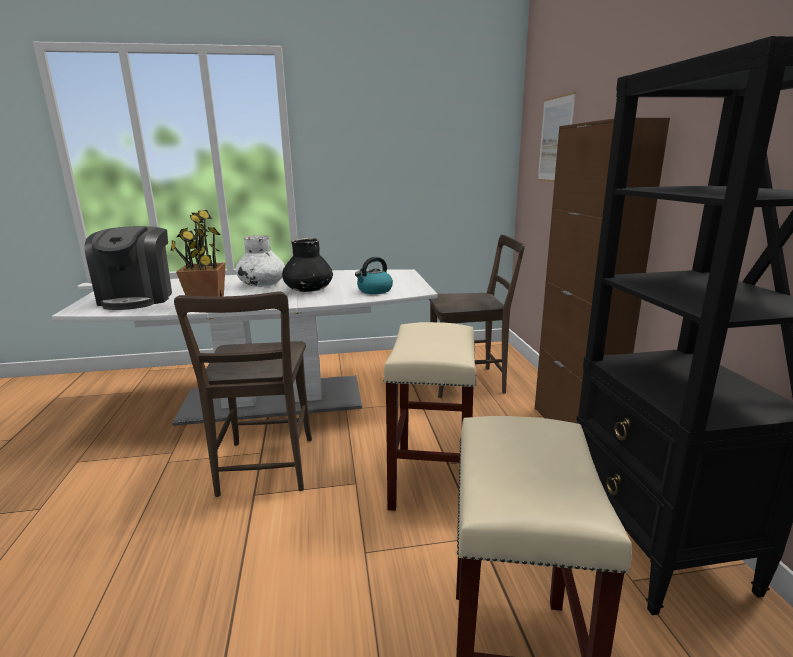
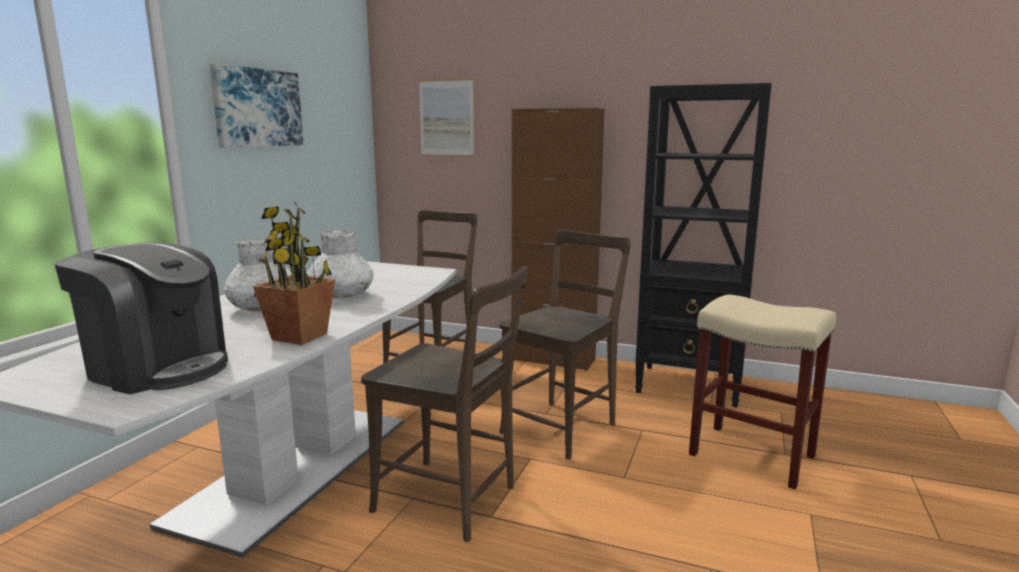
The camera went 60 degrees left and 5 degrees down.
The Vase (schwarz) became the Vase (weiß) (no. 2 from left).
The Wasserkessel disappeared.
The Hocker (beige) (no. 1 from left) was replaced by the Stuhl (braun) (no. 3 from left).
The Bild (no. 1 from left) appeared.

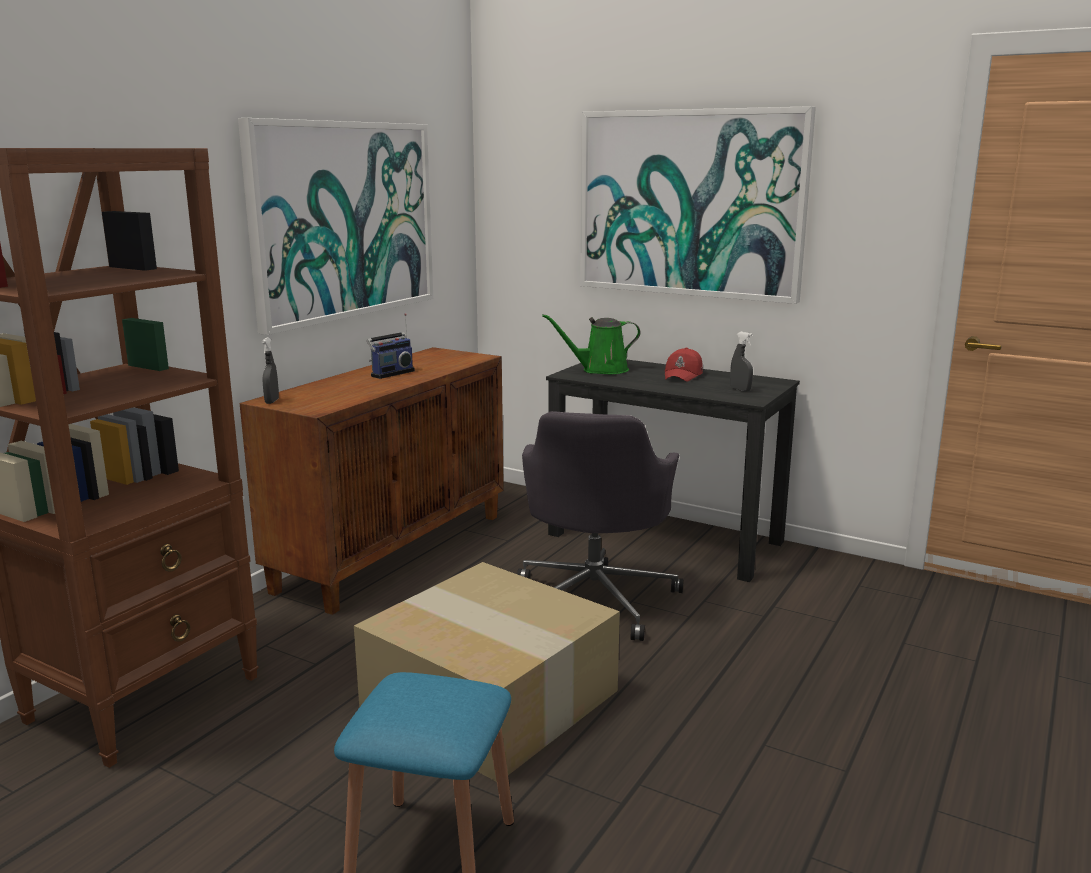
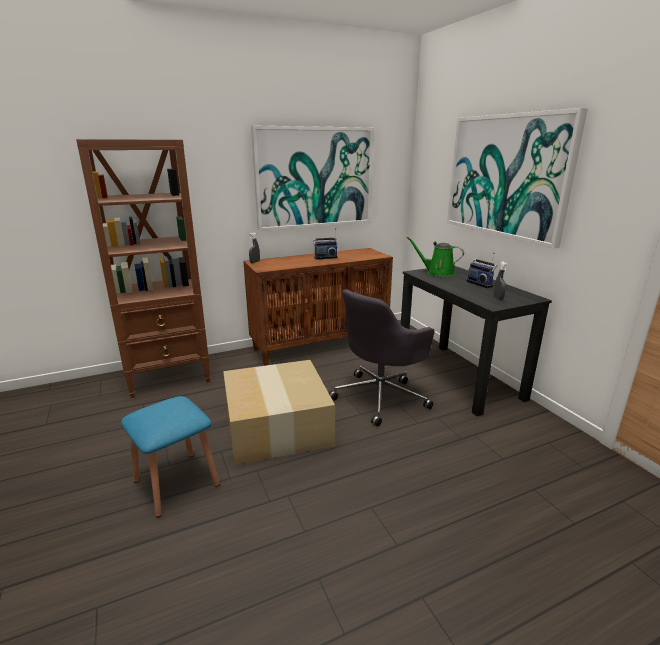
The camera went 35 degrees right and 5 degrees up.
The Kappe (rot) was replaced by the Radio (no. 2 from left).

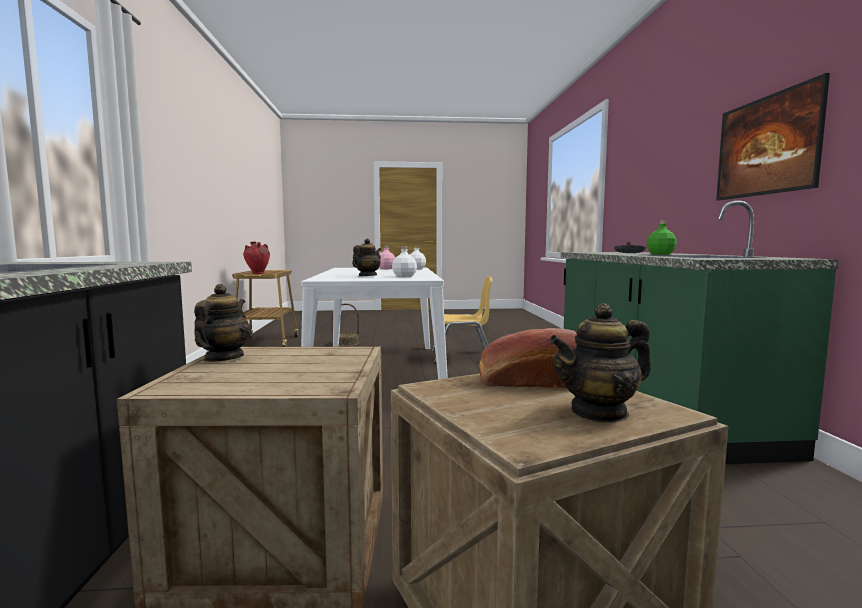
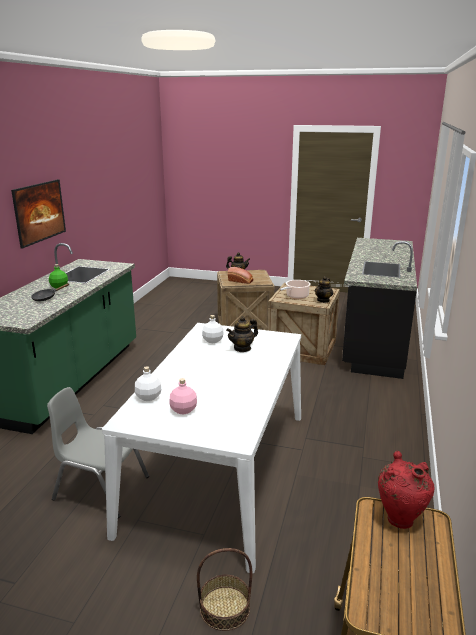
The camera went 160 degrees left and 15 degrees up.
The Stuhl (gelb) became the Stuhl (grau).
The Kochtopf appeared.

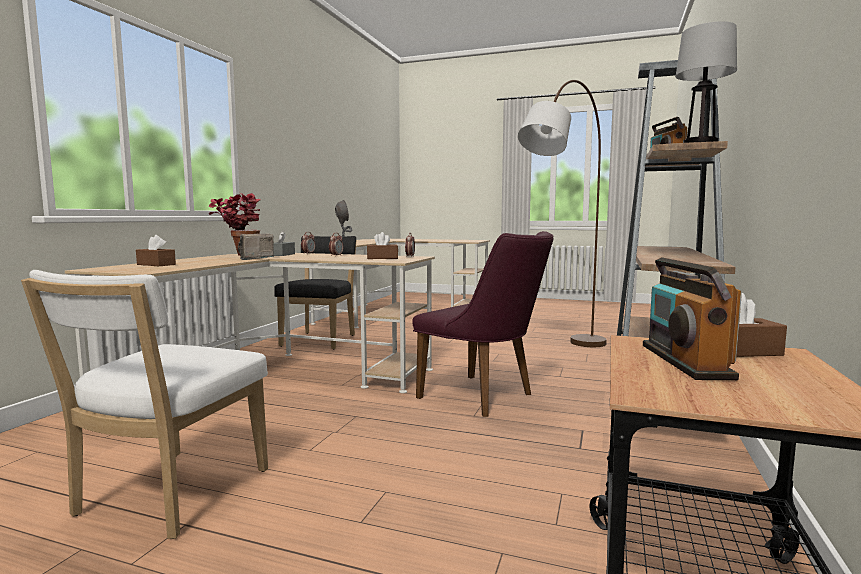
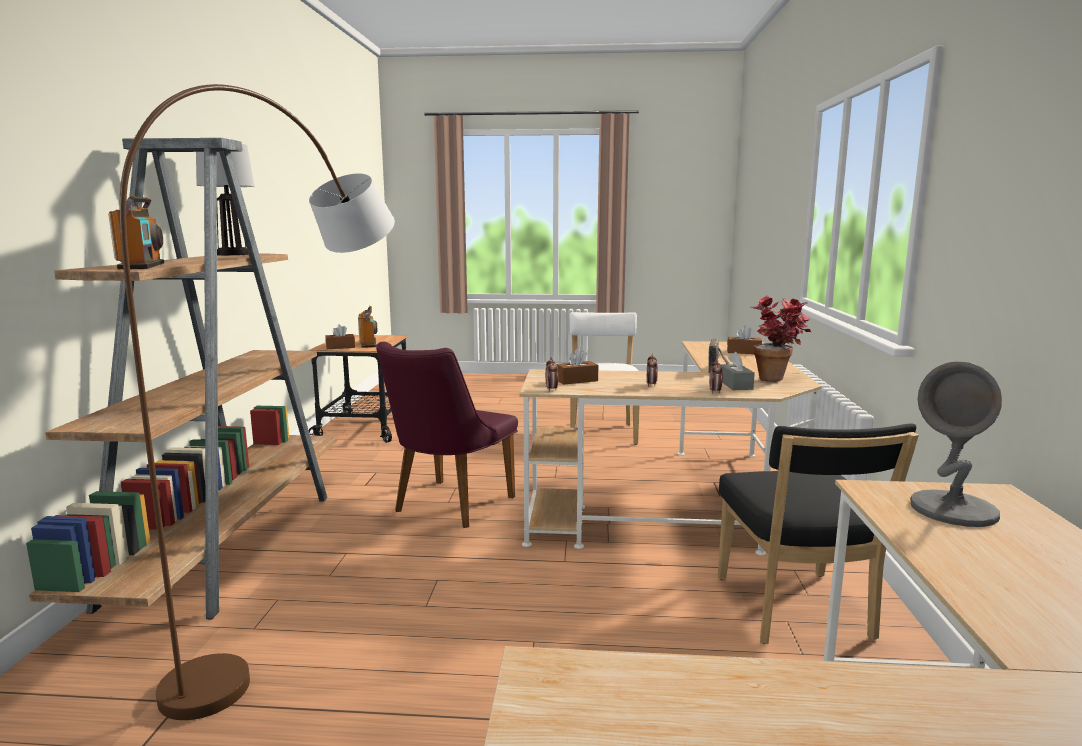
The camera went 165 degrees right and 5 degrees up.
The Stuhl (lila) turned 90 degrees counterclockwise.

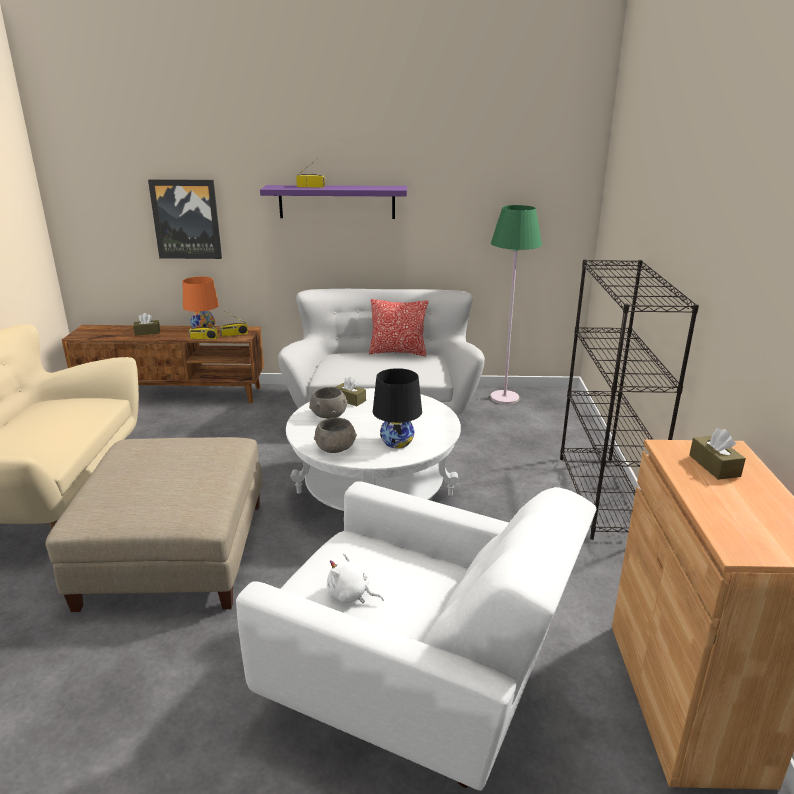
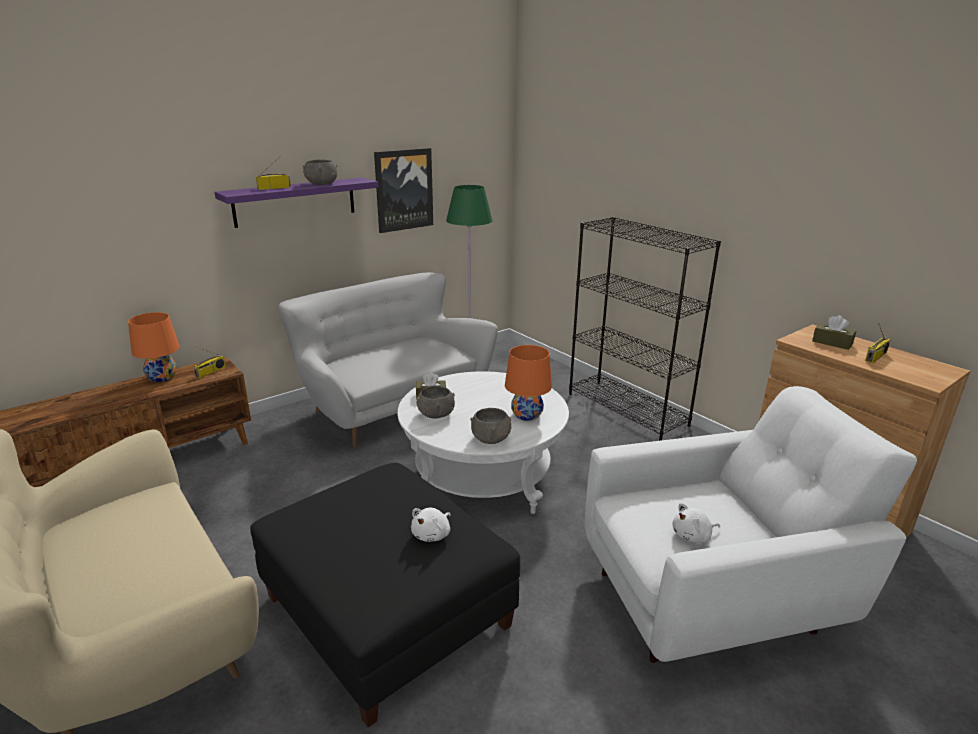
The camera went 40 degrees left and 0 degrees up.
The Bild moved.
The Kissen disappeared.
The Taschentuchbox (braun) (no. 1 from left) disappeared.
The Radio (no. 1 from left in the first image) moved.
The Tischlampe (schwarz) became the Tischlampe (orange) (no. 2 from left).
The Polsterhocker (beige) became the Polsterhocker (schwarz).
The Schüssel (grau) (no. 1 from left) appeared.
The Plüschtier (weiß) (no. 1 from left) appeared.

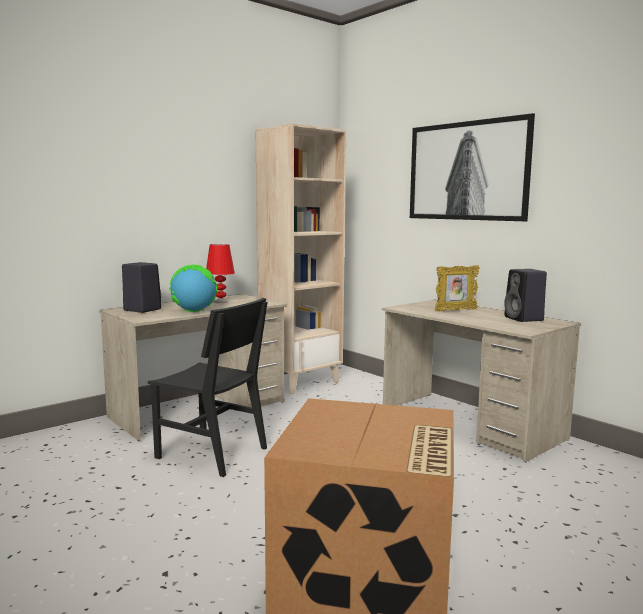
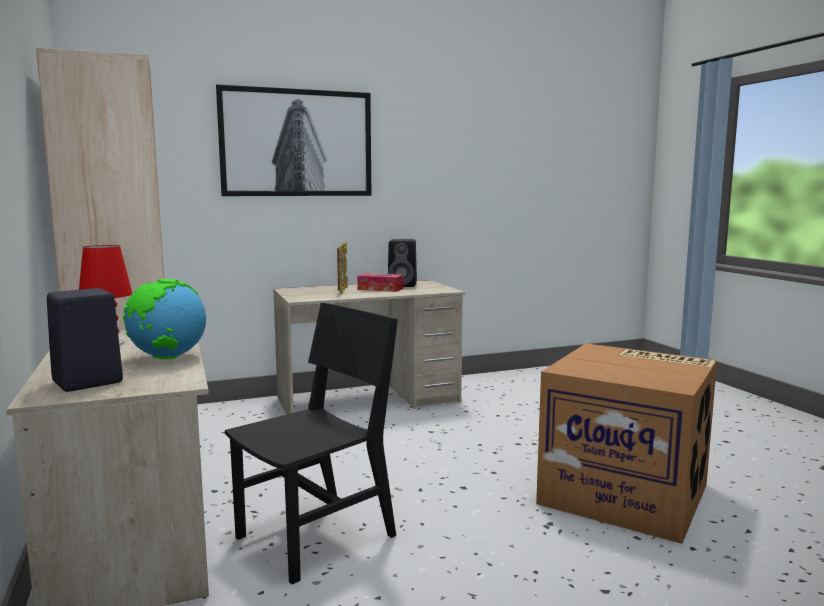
The camera went 70 degrees left and 0 degrees up.
The Taschentuchbox appeared.

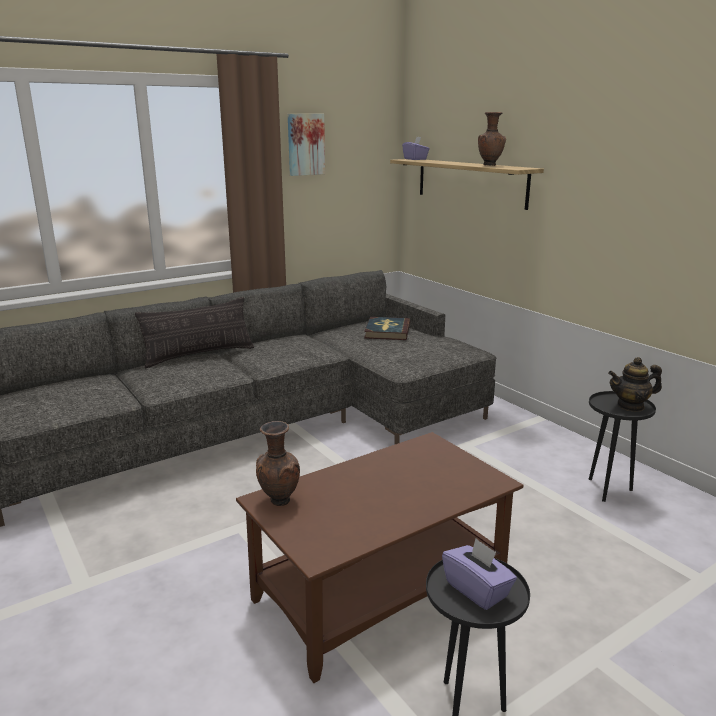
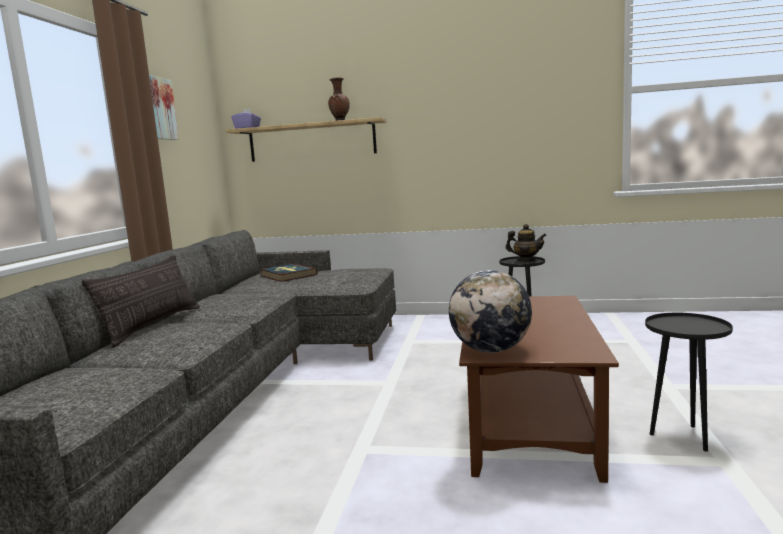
The camera went 45 degrees left and 10 degrees down.
The Teekanne turned 105 degrees counterclockwise.
The Vase (braun) (no. 1 from left) was replaced by the Globus.
The Taschentuchbox (lila) (no. 2 from left) disappeared.

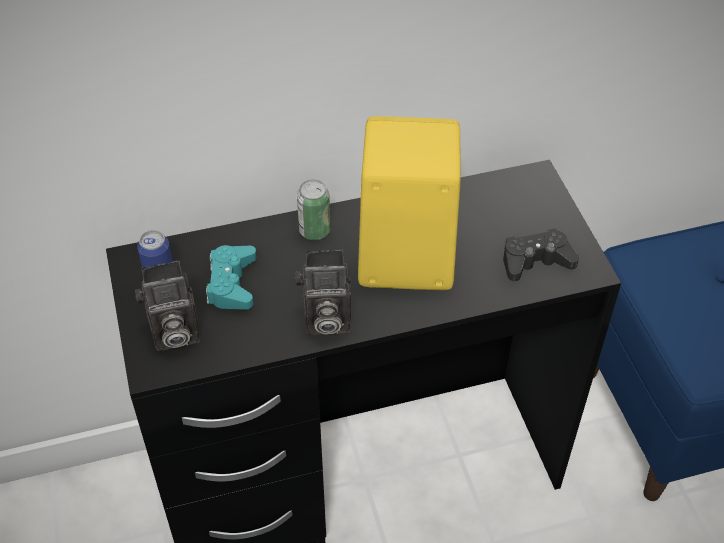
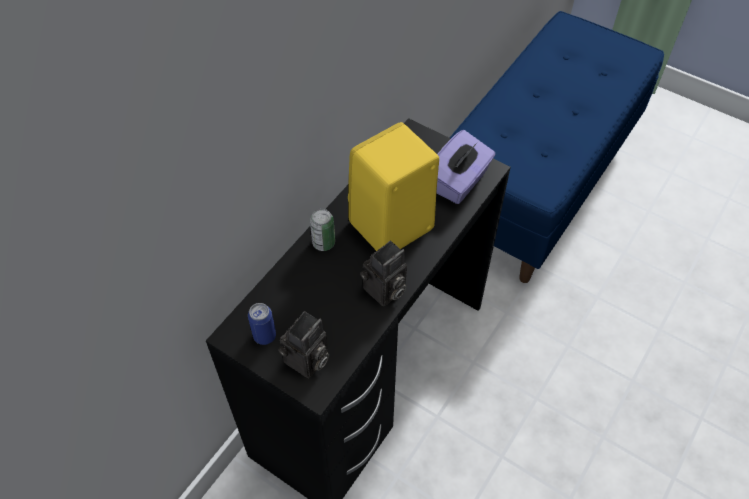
The camera went 40 degrees left and 5 degrees up.
The Gamepad (schwarz) was replaced by the Taschentuchbox (lila).
The Gamepad (türkis) disappeared.

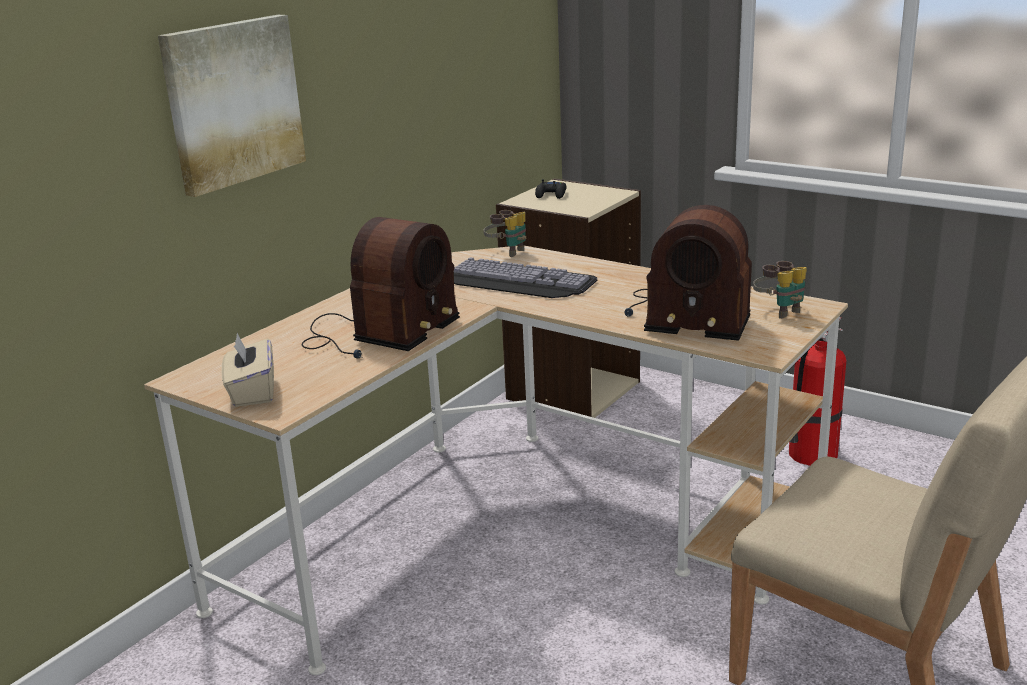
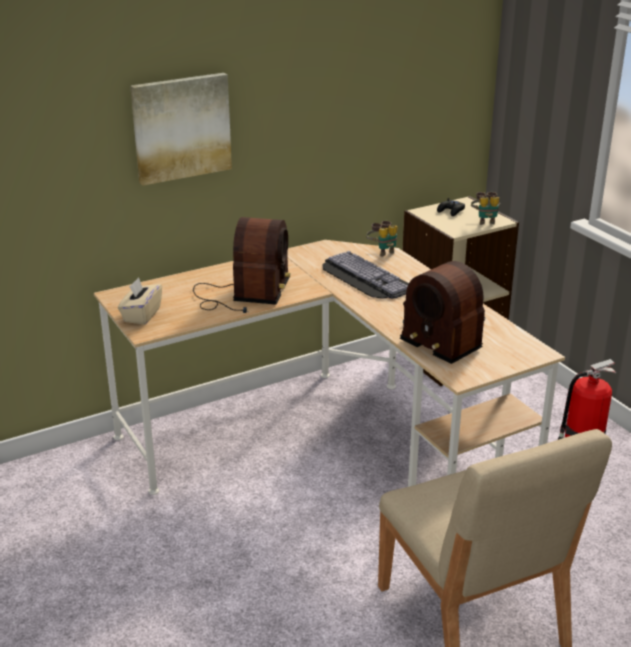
The camera went 25 degrees right and 5 degrees up.
The Radio (no. 1 from left) turned 45 degrees counterclockwise.
The Fernglas (no. 2 from left) moved.

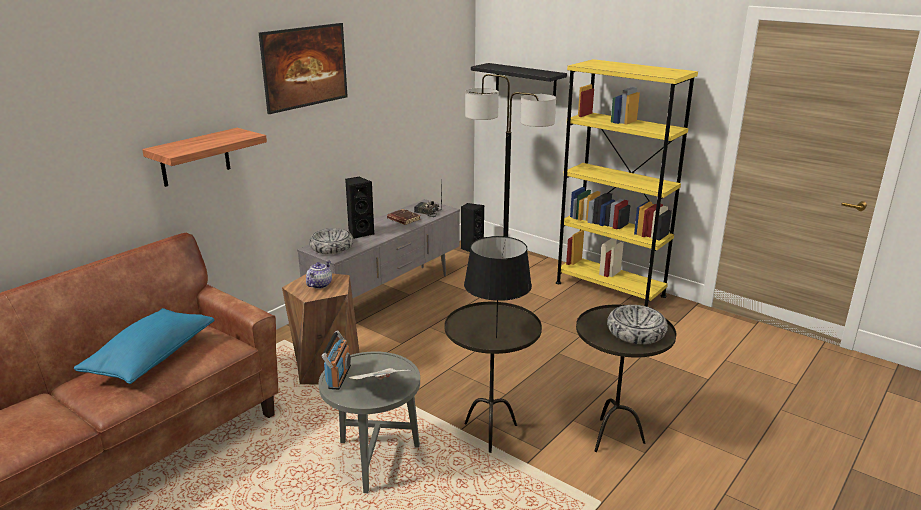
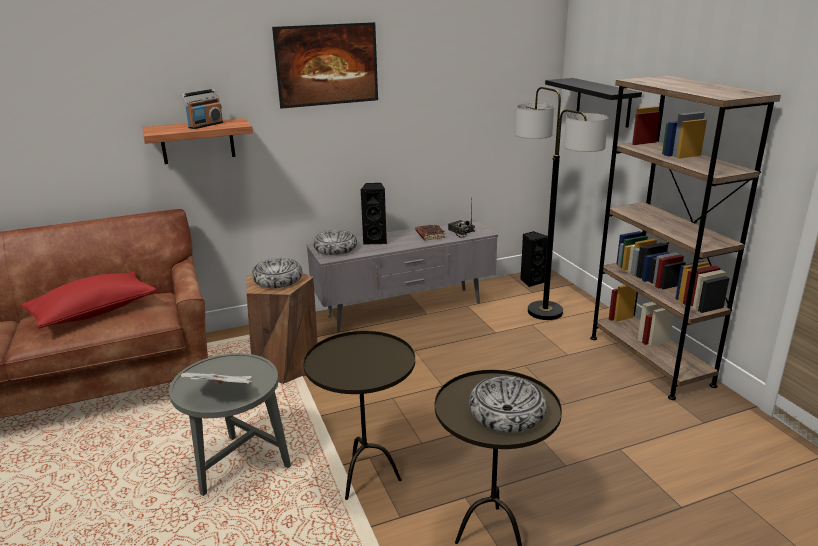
The camera went 30 degrees right and 0 degrees up.
The Bücherregal (gelb) became the Bücherregal (braun).
The Tischlampe (schwarz) disappeared.
The Teekanne was replaced by the Schüssel (no. 1 from left).
The Kissen (blau) became the Kissen (rot).
The Radio (no. 1 from left) moved.

